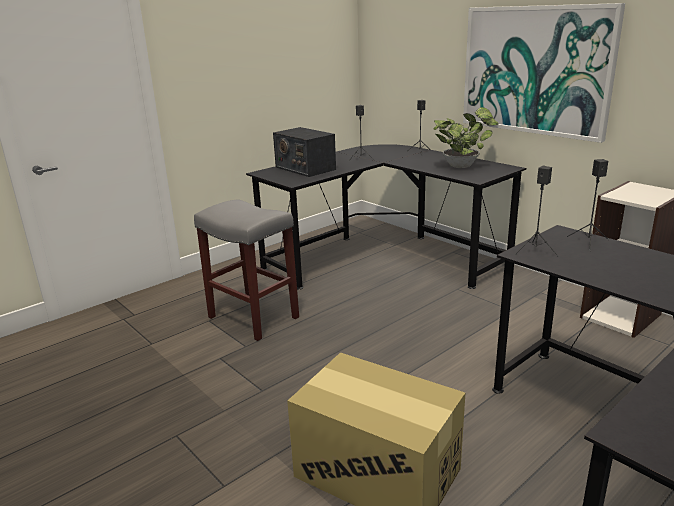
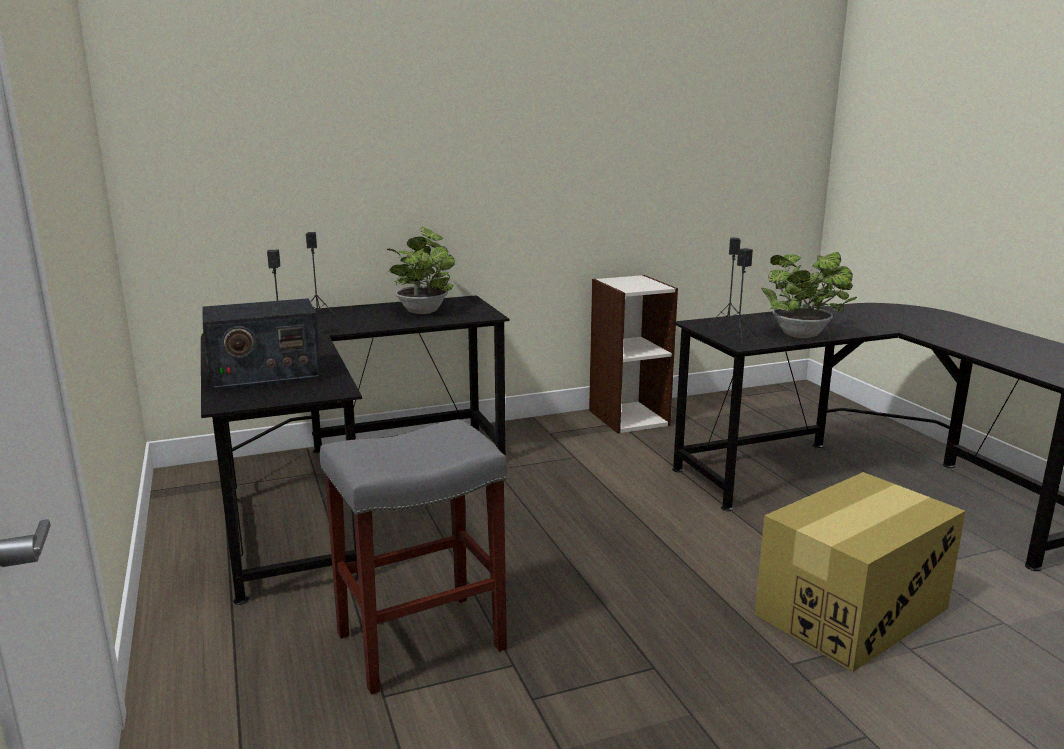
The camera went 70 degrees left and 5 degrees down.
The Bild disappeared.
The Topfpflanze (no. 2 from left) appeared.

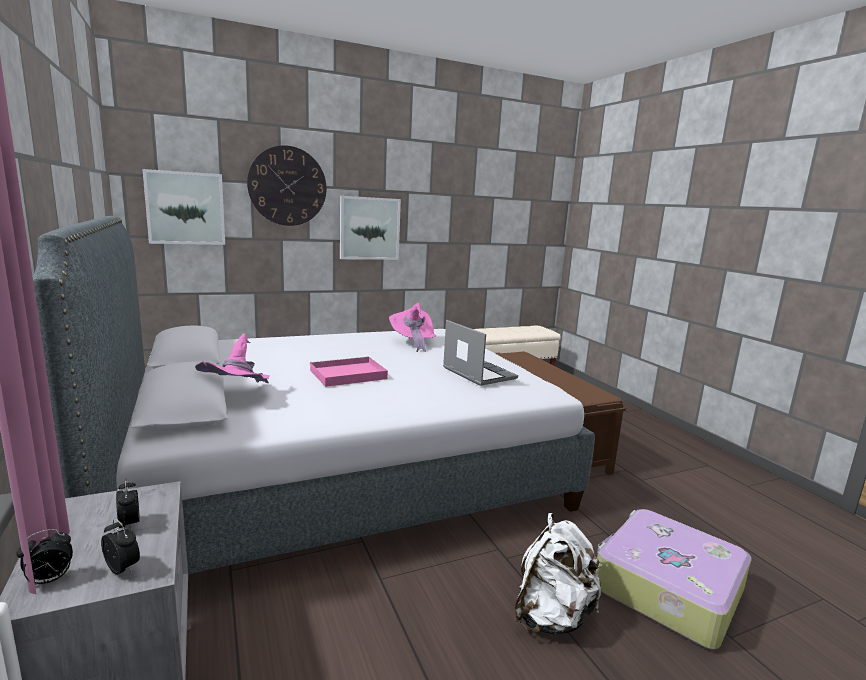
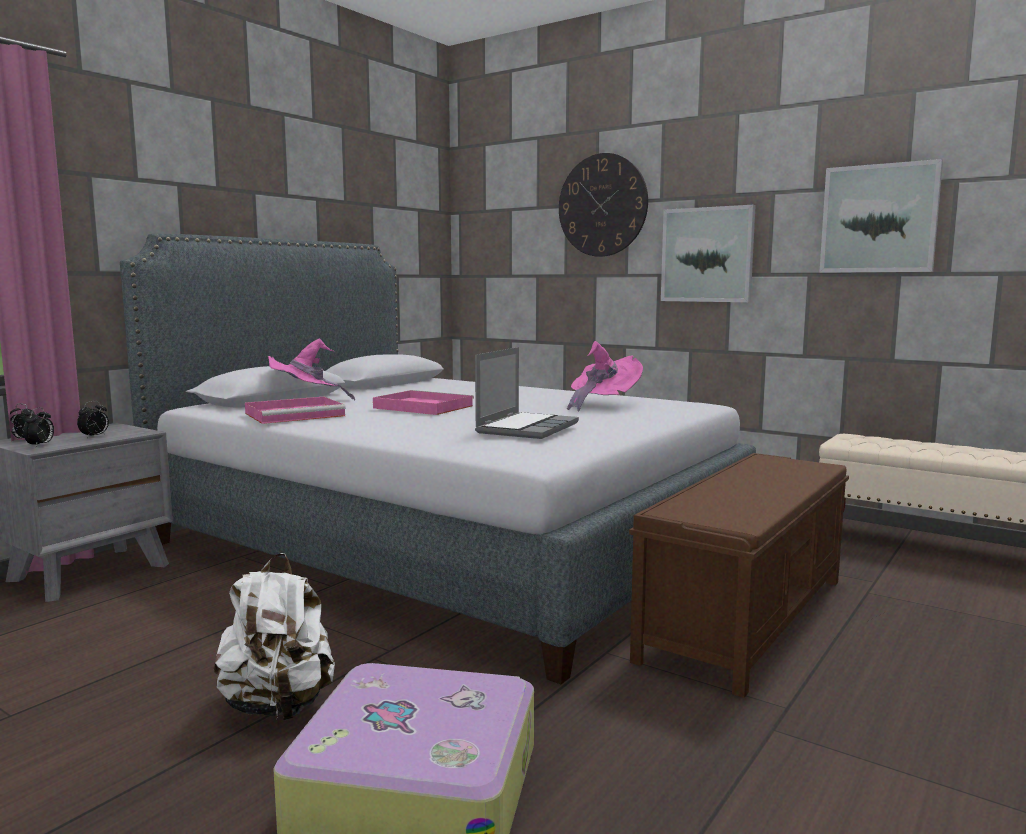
The camera went 60 degrees right and 5 degrees down.
The Bild (no. 1 from left in the first image) moved.
The Tablett (rosa) (no. 1 from left) appeared.

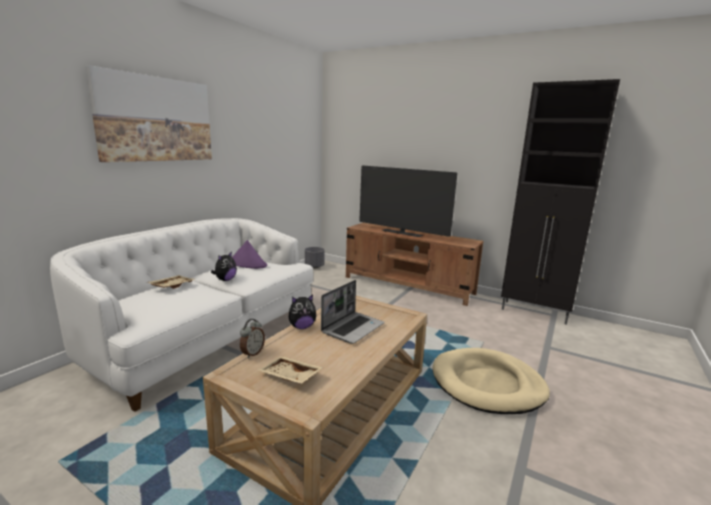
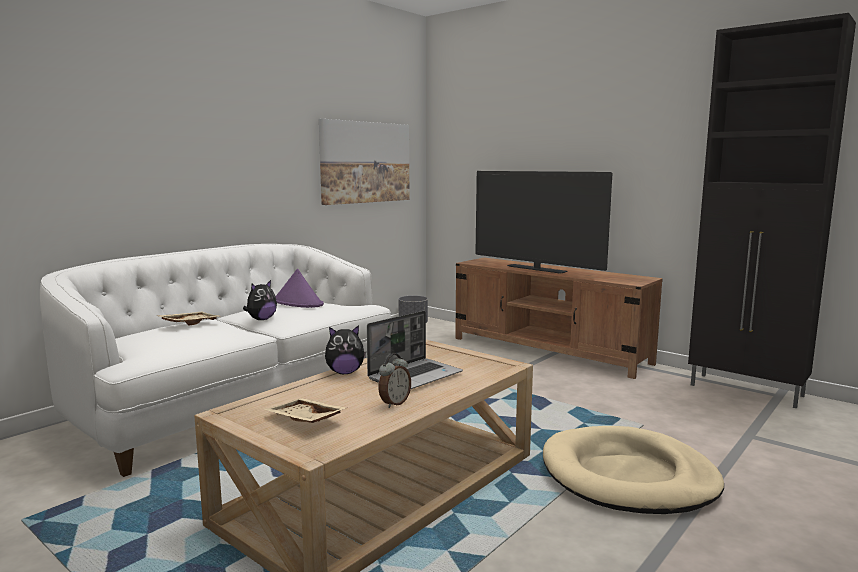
The camera went 10 degrees right and 5 degrees down.
The Bild moved.
The Wecker moved.

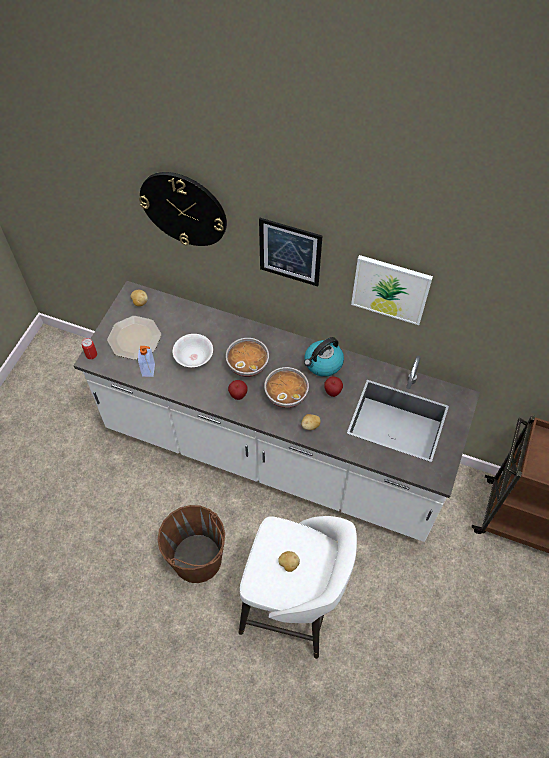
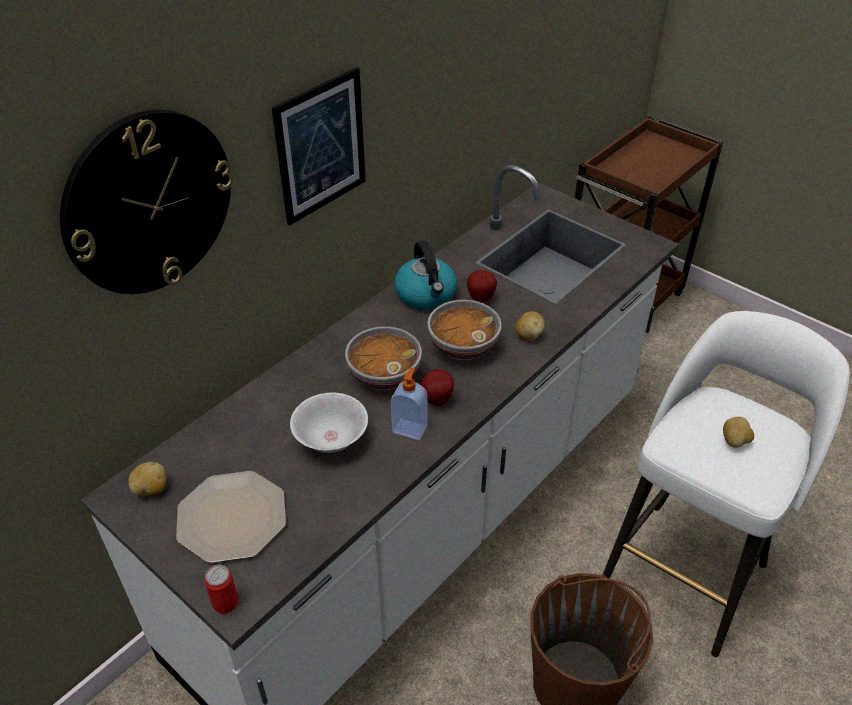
The camera went 70 degrees left and 15 degrees down.
The Bild (no. 2 from left) disappeared.
The Seifenspender moved.

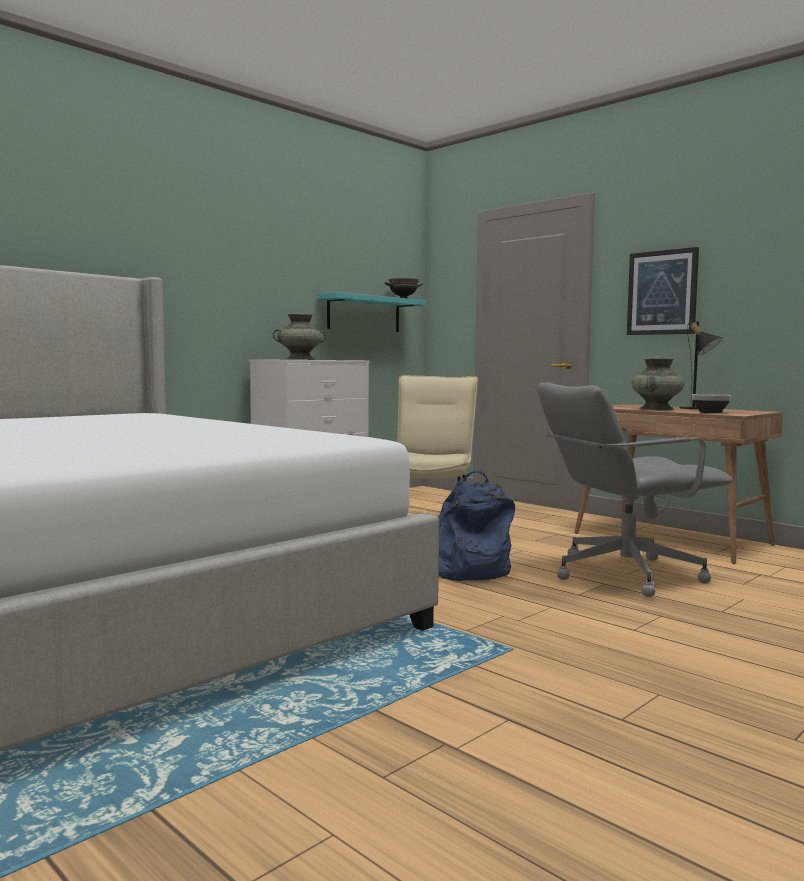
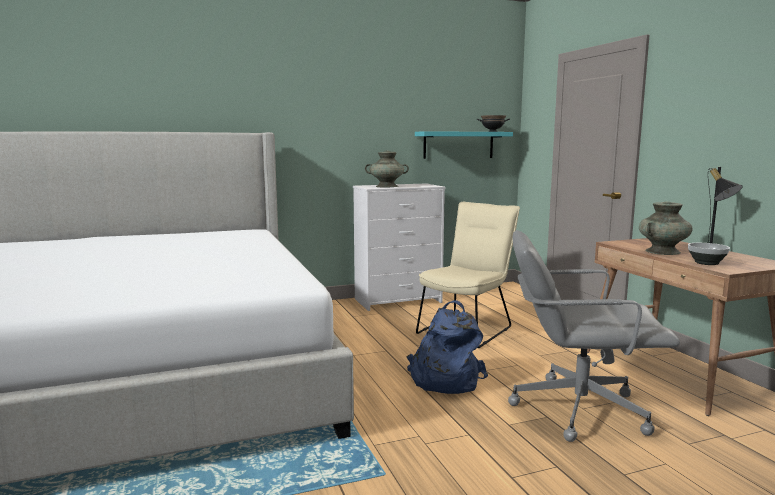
The camera went 25 degrees right and 5 degrees up.
The Bild disappeared.

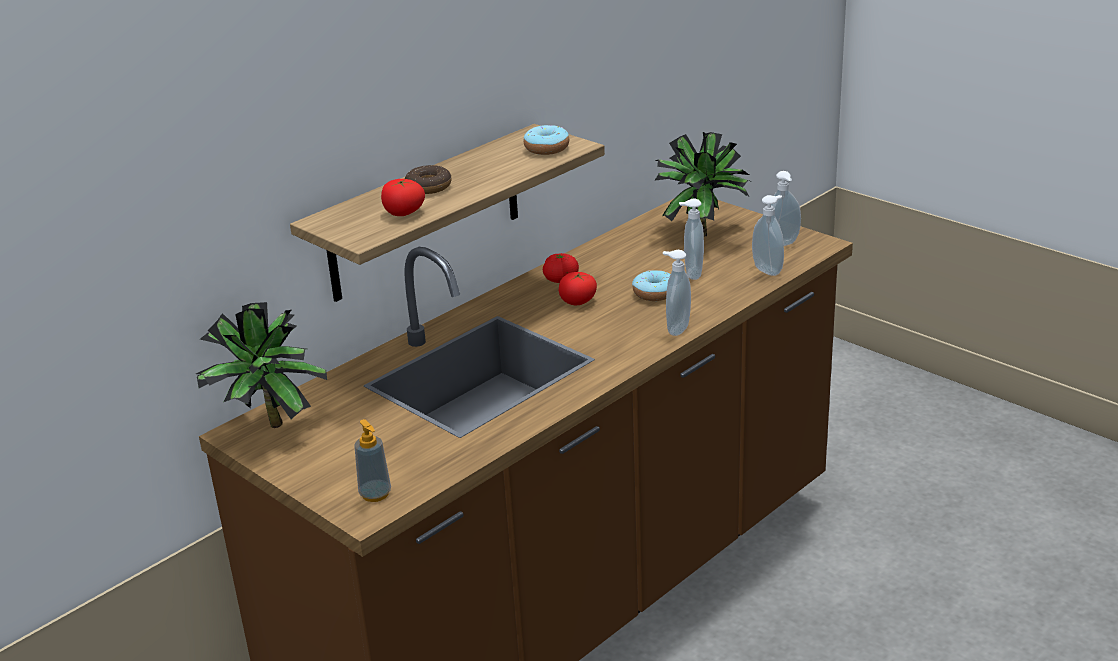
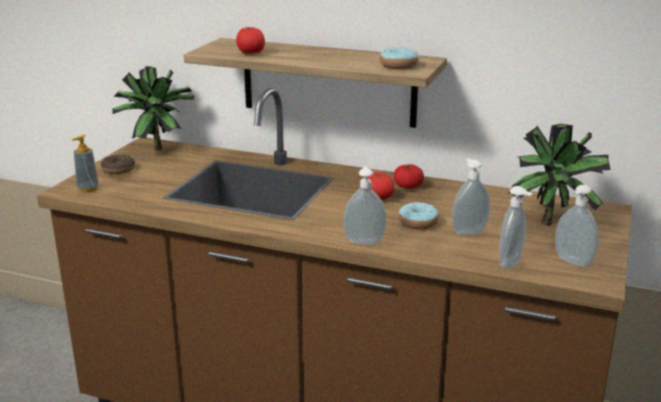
The camera went 65 degrees right and 5 degrees down.
The Donut (no. 1 from left) moved.

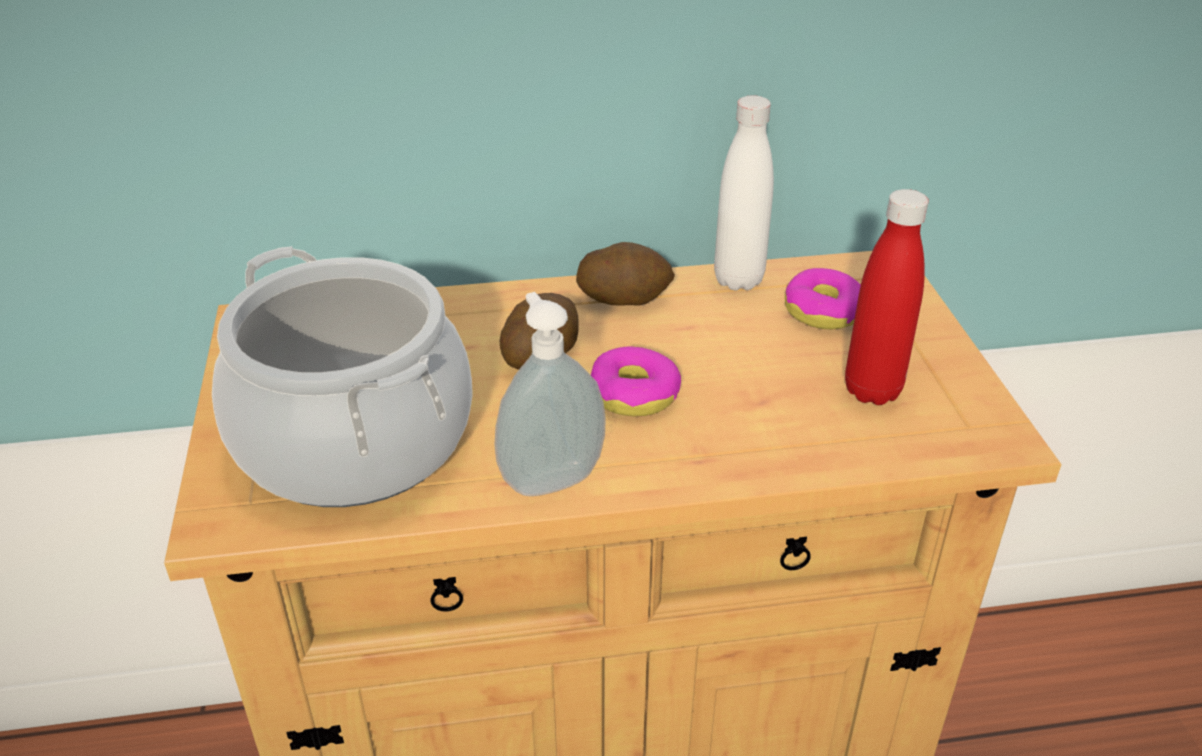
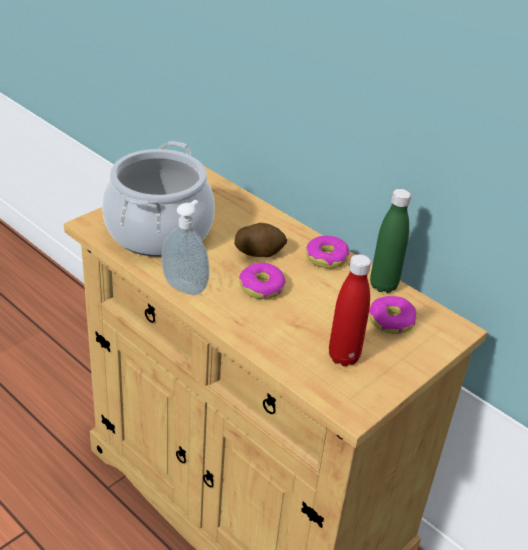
The camera went 50 degrees right and 0 degrees up.
The Flasche (weiß) became the Flasche (grün).
The Kartoffel (no. 2 from left) was replaced by the Donut (no. 2 from left).

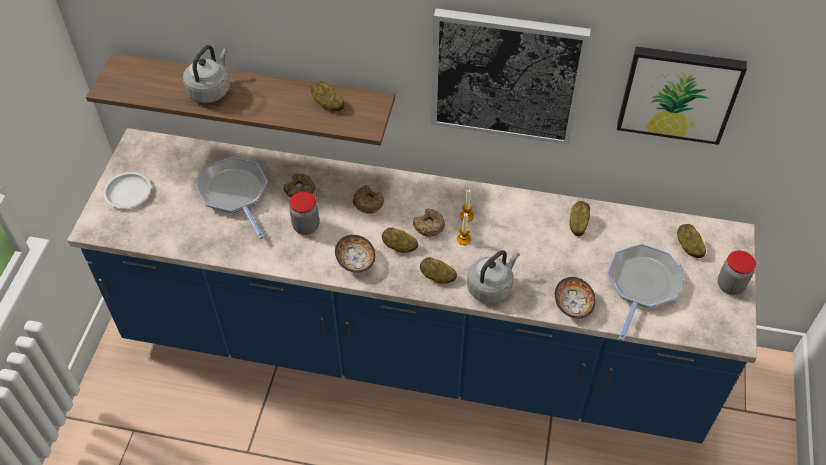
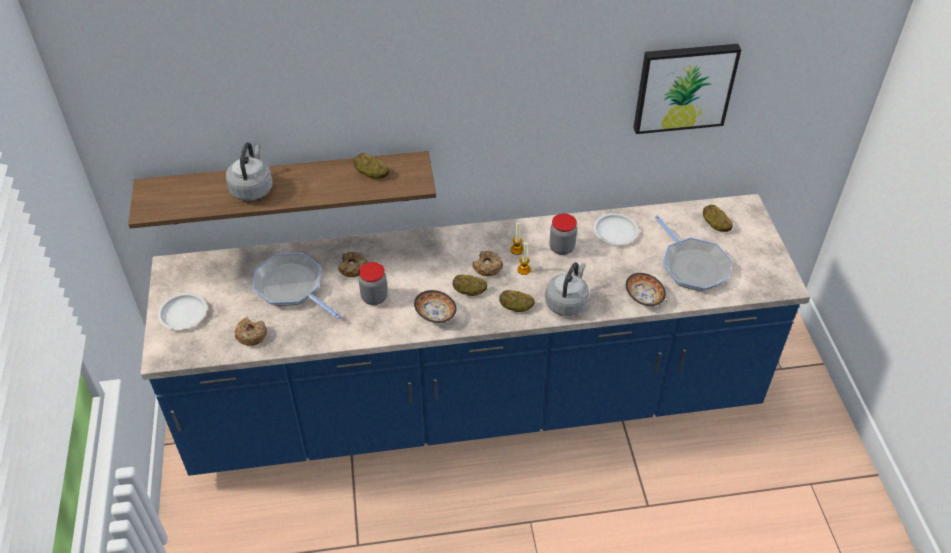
The camera went 20 degrees left and 5 degrees down.
The Bild (no. 1 from left) disappeared.
The Donut (no. 2 from left in the first image) moved.
The Kartoffel (no. 4 from left) was replaced by the Teller (weiß) (no. 2 from left).
The Pfanne (no. 2 from left) turned 150 degrees clockwise.
The Vorratsglas (no. 2 from left) moved.

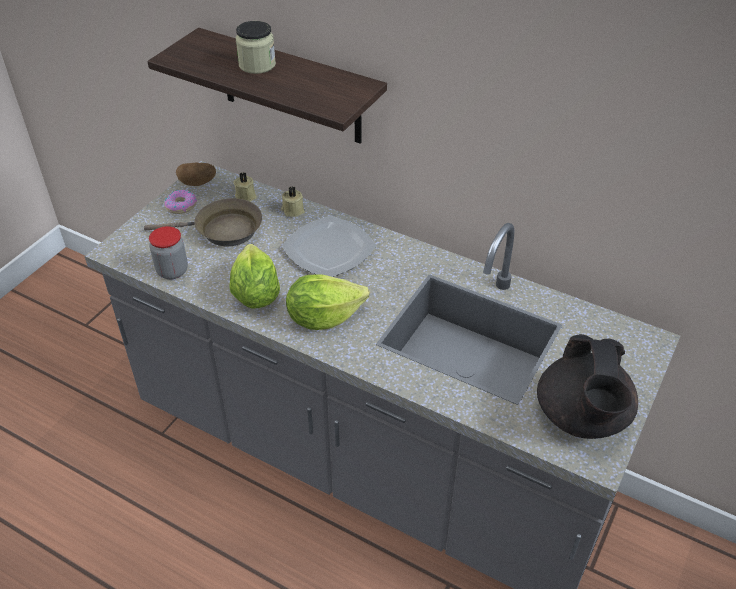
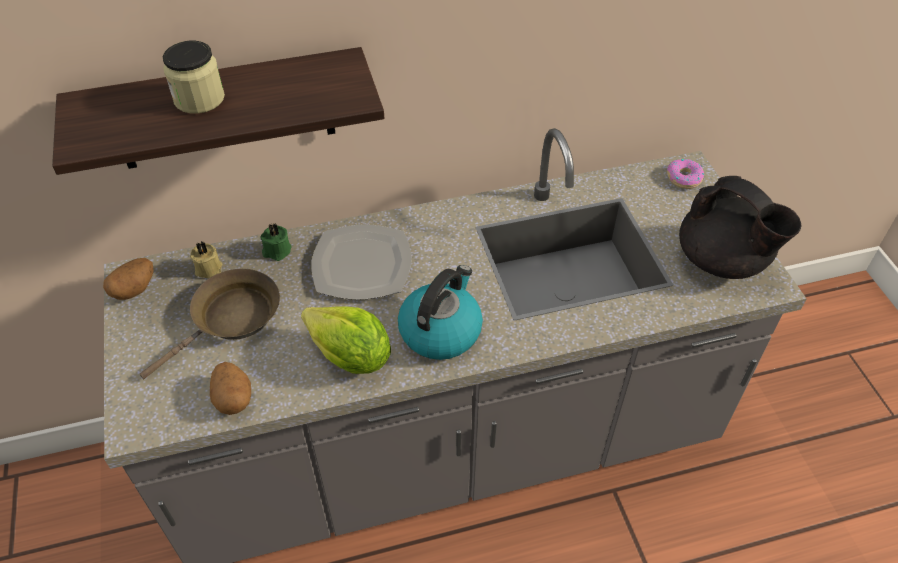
The camera went 45 degrees left and 5 degrees up.
The Kerze (beige) (no. 2 from left) became the Kerze (grün).
The Donut moved.
The Vorratsglas (no. 1 from left) was replaced by the Kartoffel (no. 2 from left).
The Salatkopf (no. 2 from left) was replaced by the Wasserkessel.

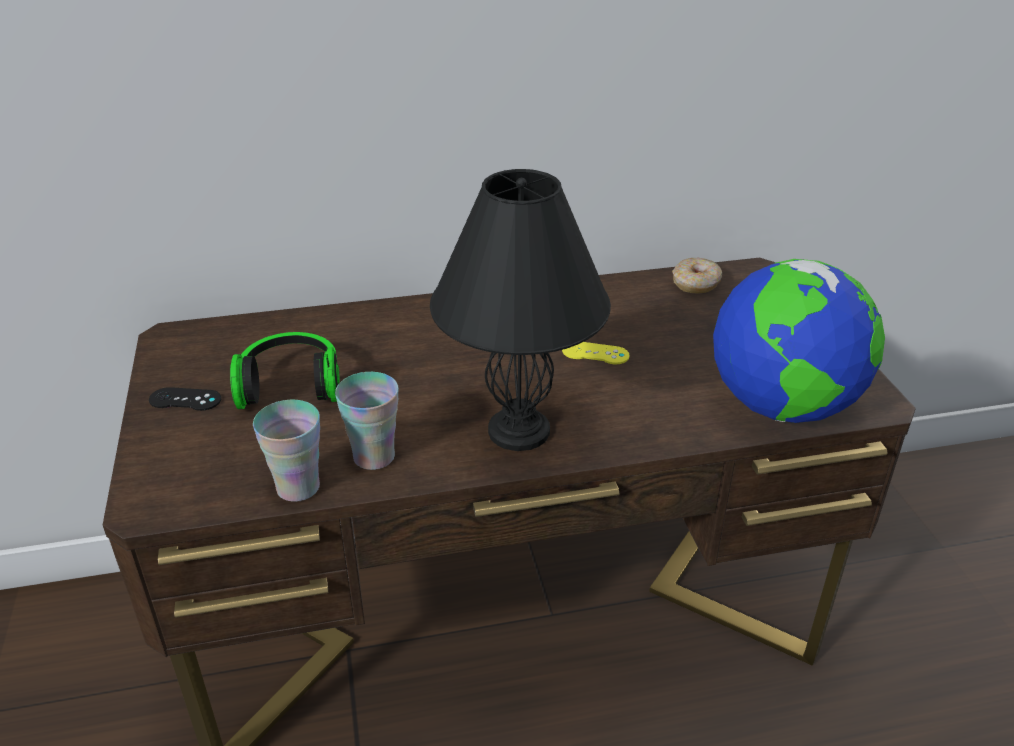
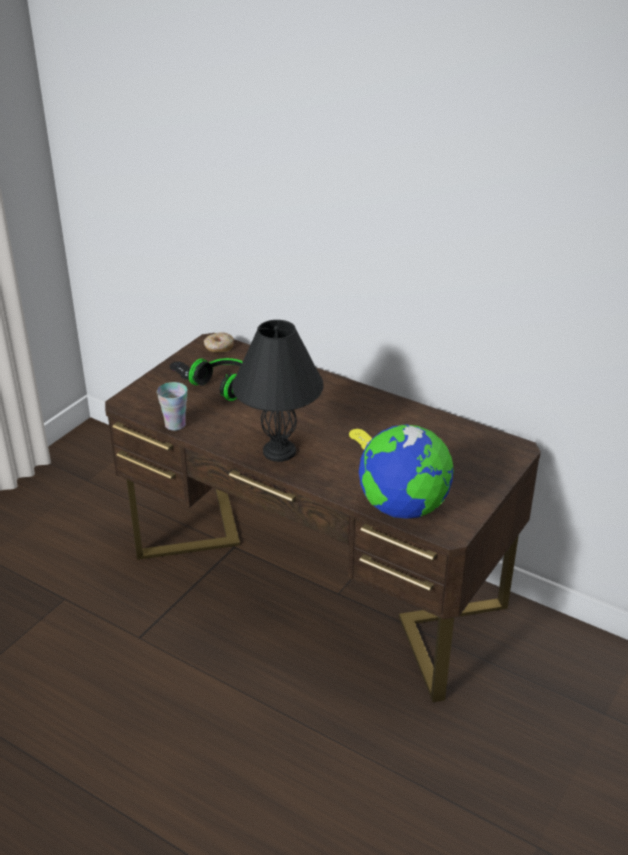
The camera went 45 degrees right and 0 degrees up.
The Donut moved.
The Tasse (no. 2 from left) disappeared.

